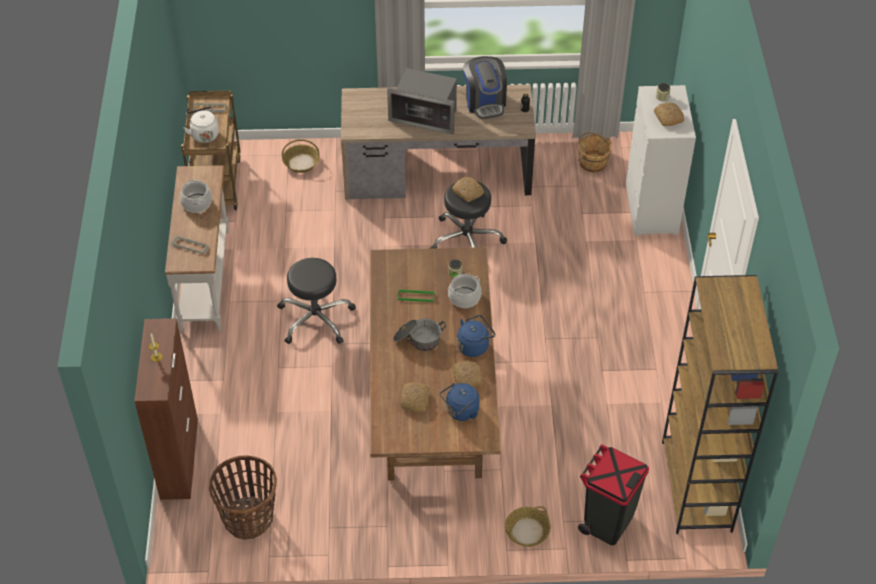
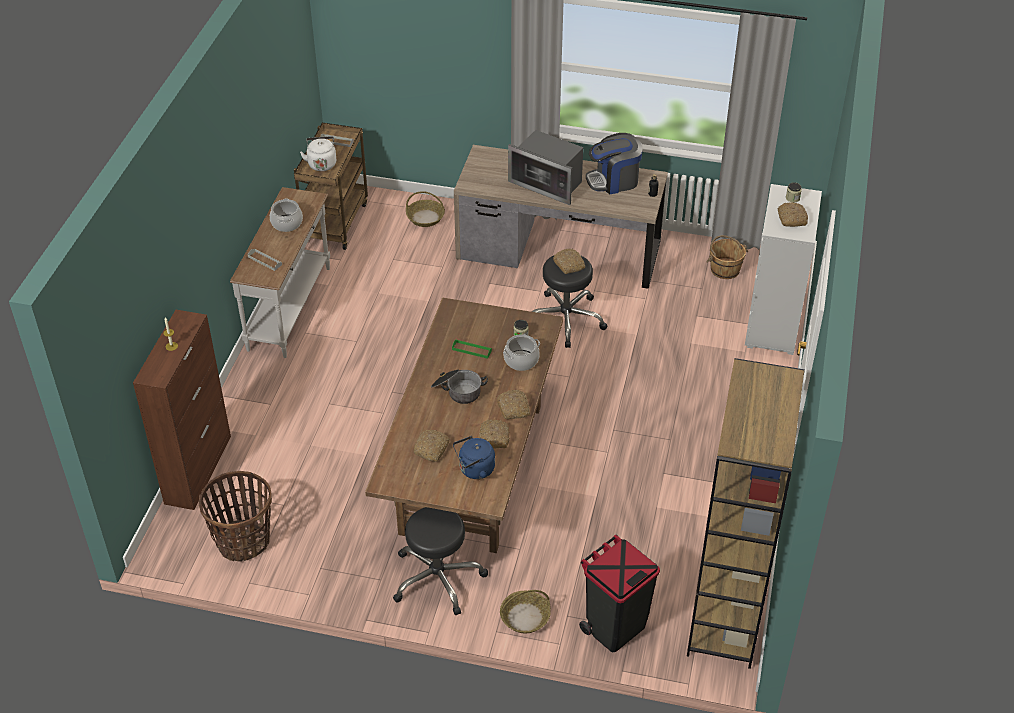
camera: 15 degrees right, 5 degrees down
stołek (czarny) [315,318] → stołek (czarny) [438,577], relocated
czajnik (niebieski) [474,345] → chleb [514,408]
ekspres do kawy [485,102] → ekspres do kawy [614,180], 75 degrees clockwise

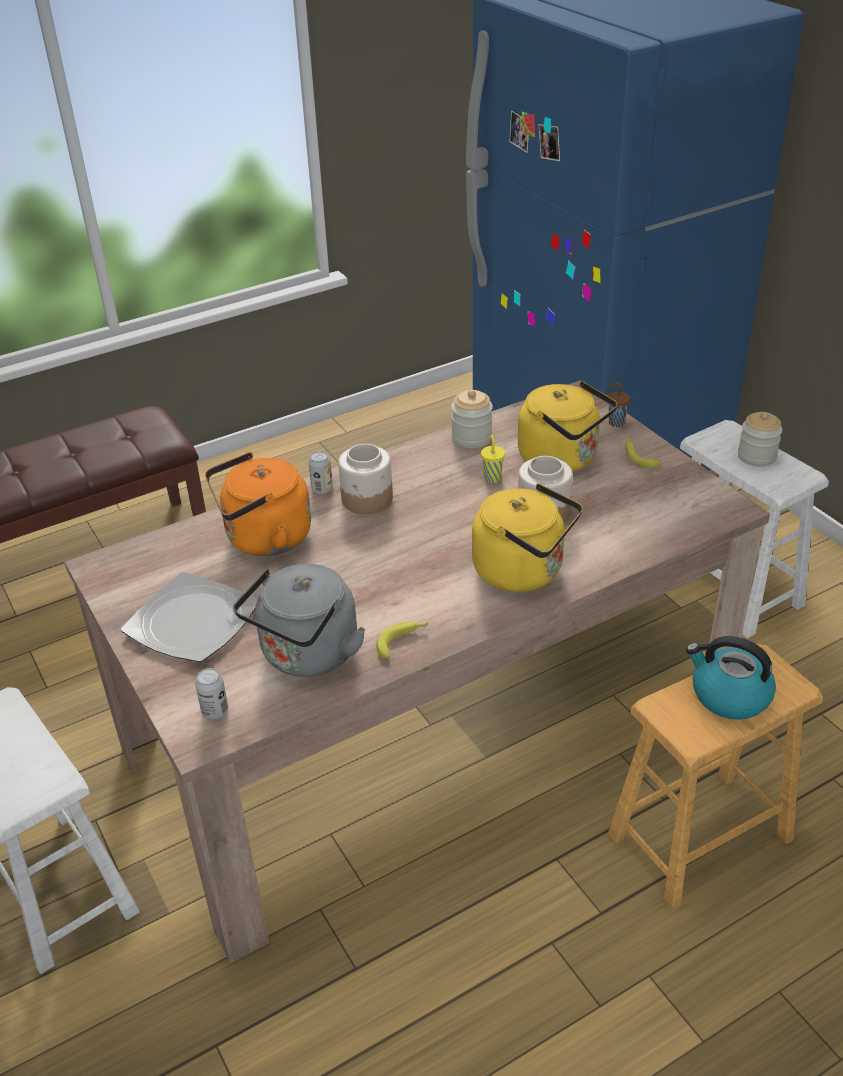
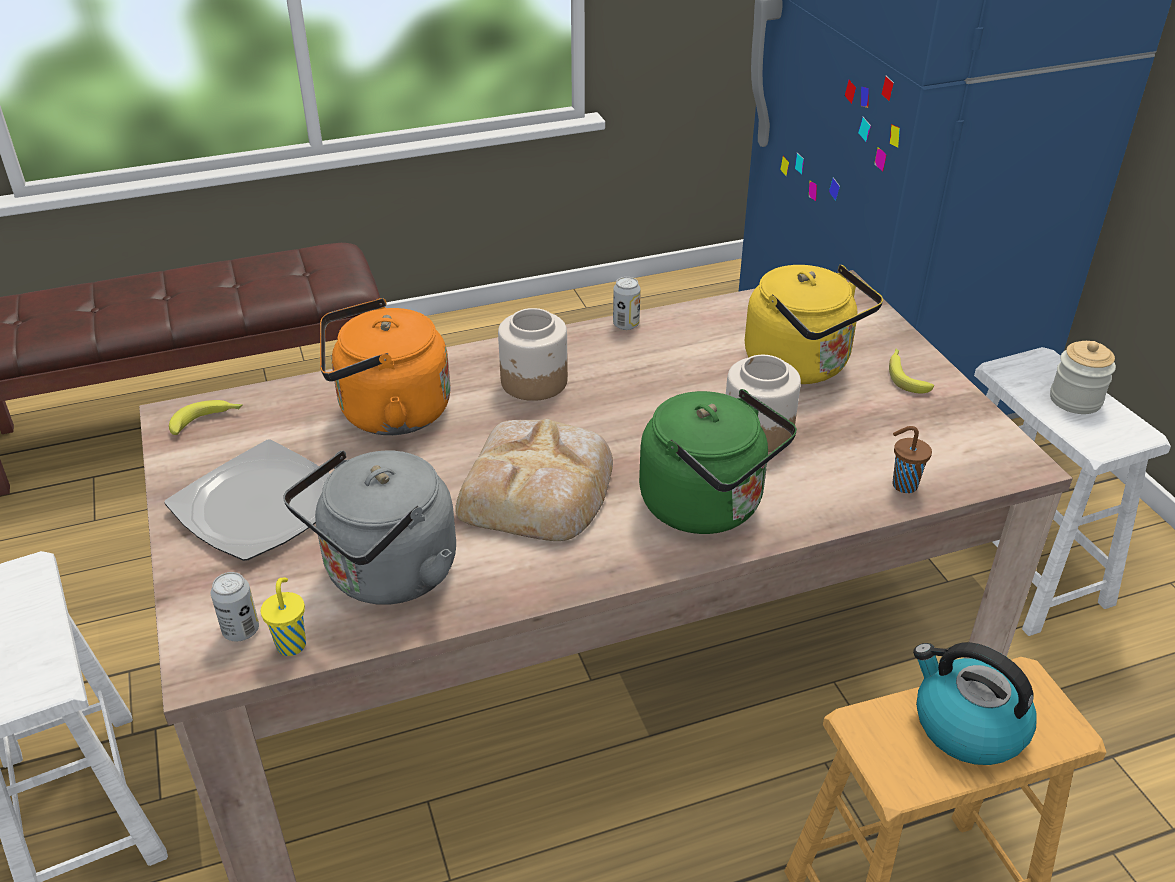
camera: 10 degrees right, 0 degrees up
puszka [322,489] → puszka [626,324], relocated
banan [402,641] → banan [207,421], relocated
słoik [471,438] → -
czajnik (żółty) [524,572] → czajnik (zielony) [708,506]
filiżanka (żółty) [492,478] → filiżanka (żółty) [292,644], relocated
filiżanka (brązowy) [615,423] → filiżanka (brązowy) [903,485], relocated
- → chleb [538,488]

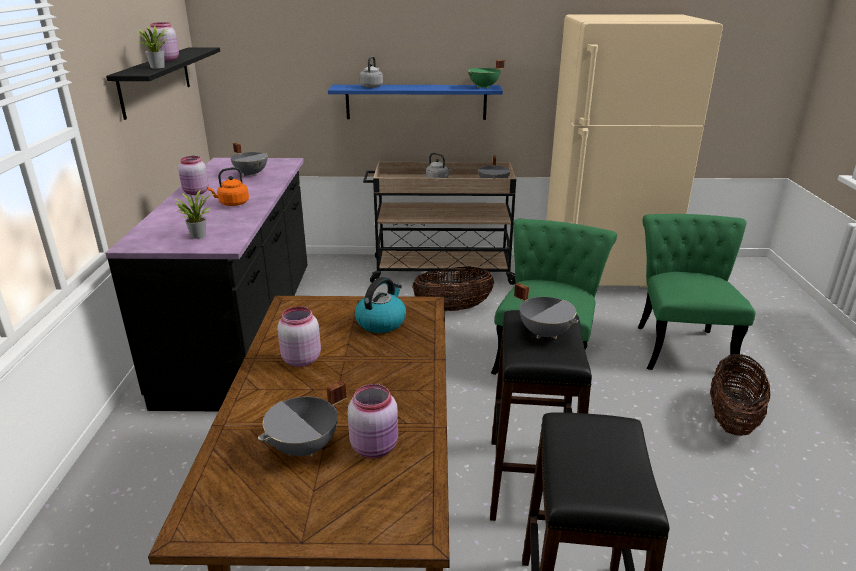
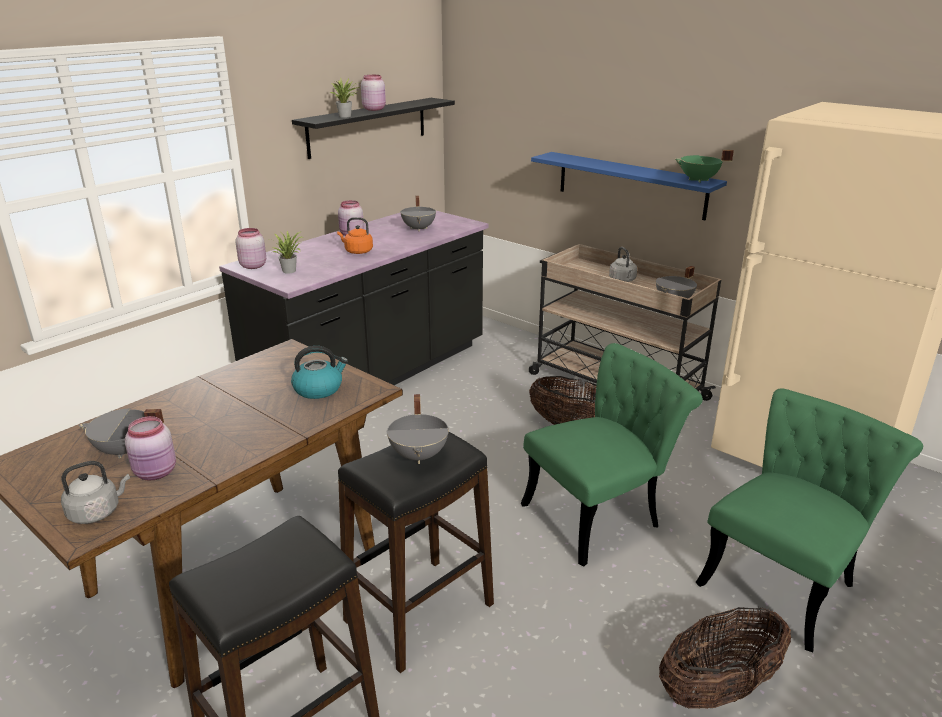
camera: 40 degrees right, 0 degrees up
słoik (różowy) [300,359] → słoik (różowy) [252,266], relocated
czajnik (szary) [372,86] → czajnik (szary) [97,512], relocated

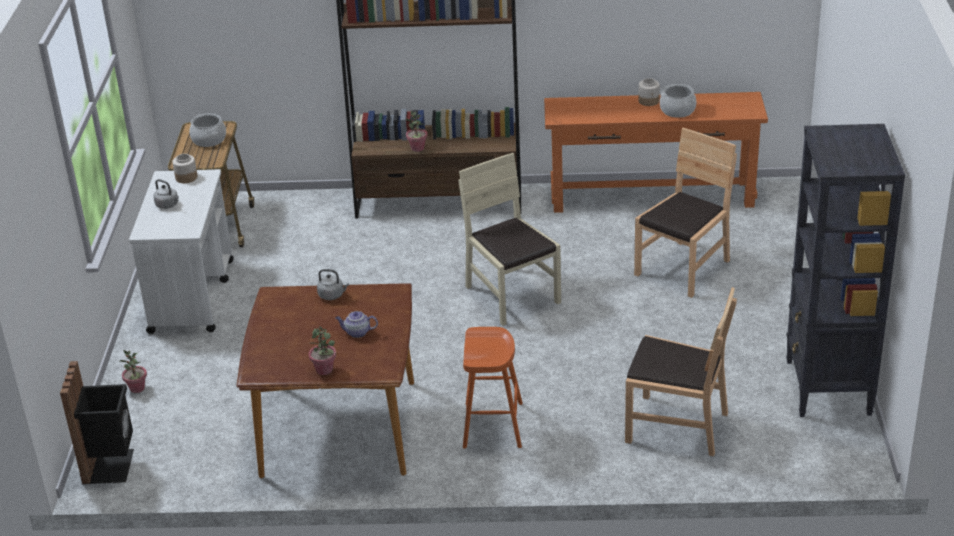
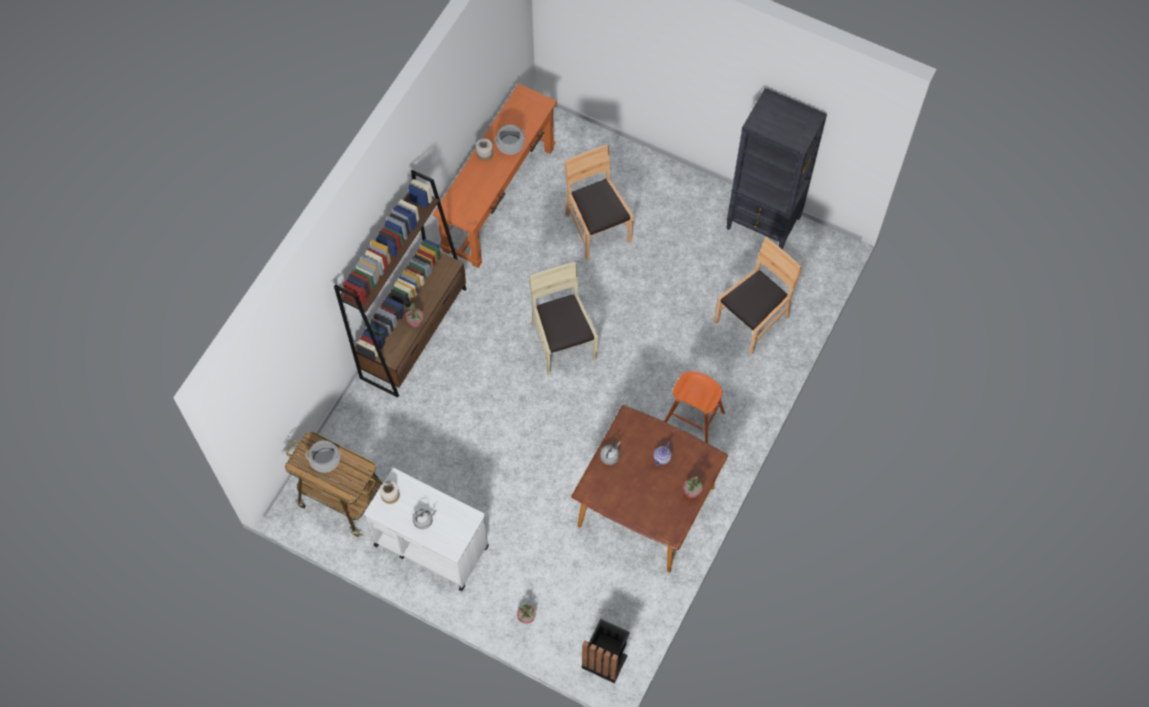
camera: 65 degrees left, 30 degrees up
krzesło (beżowy) [511,295] → krzesło (beżowy) [563,342], 75 degrees clockwise

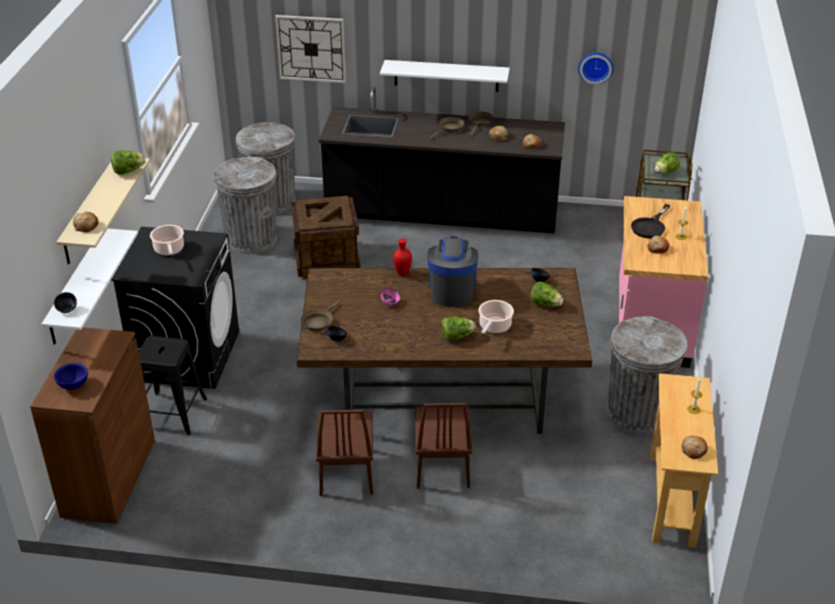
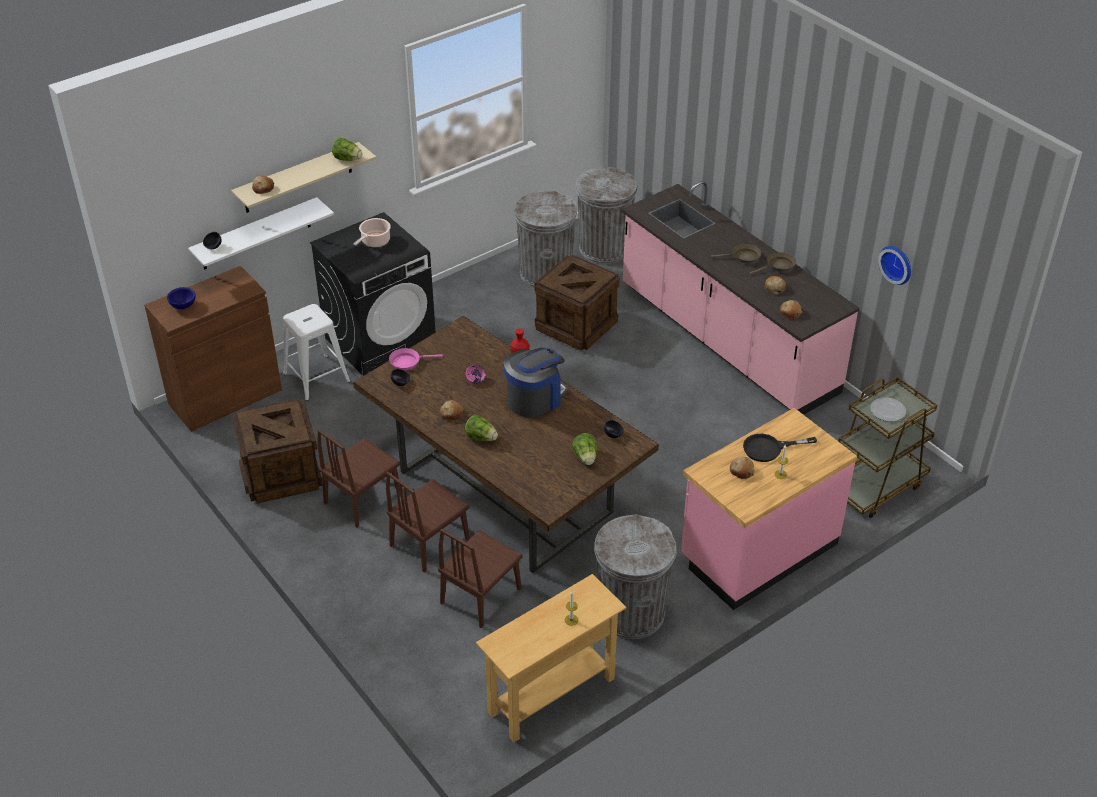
camera: 45 degrees right, 5 degrees up
stołek (czarny) [172,413] → stołek (biały) [316,377]
zegar ścienny [311,48] → -
patelnia (brązowy) [318,322] → patelnia (różowy) [407,362]
zabudowa kuchenna (czarny) [442,214] → zabudowa kuchenna (różowy) [726,340]
półka (biały) [446,76] → -
garnek [494,327] → -
sałata [665,172] → talerz [888,411]
chleb [693,450] → chleb [451,414], relocated
- → skrzynka [280,474]
- → krzesło (brązowy) [481,595]

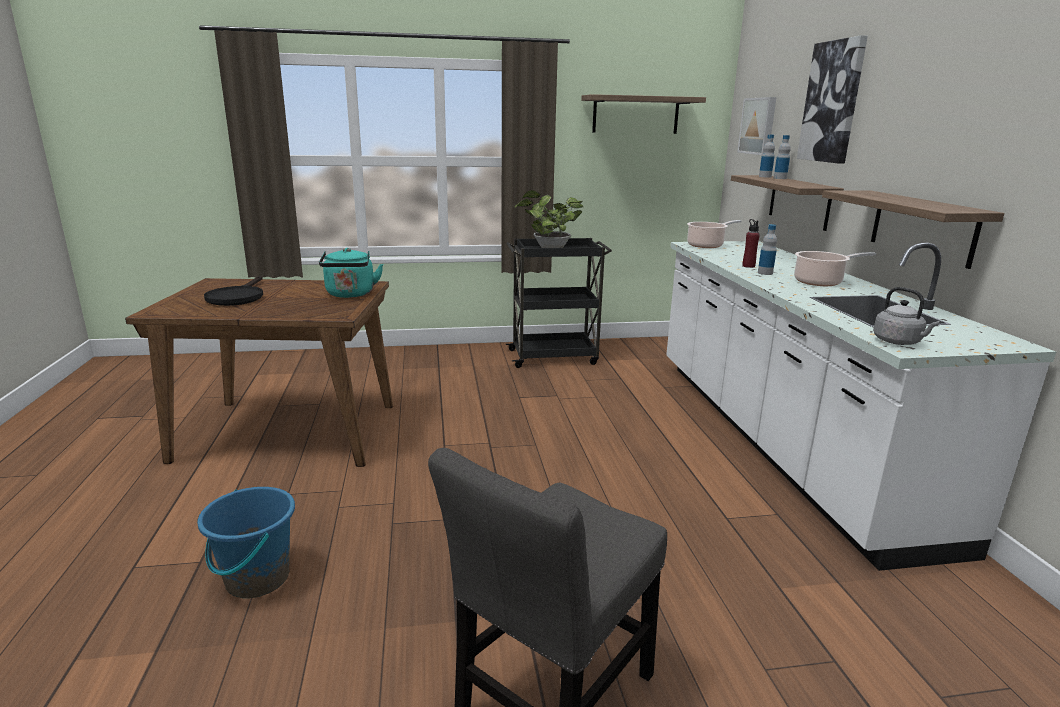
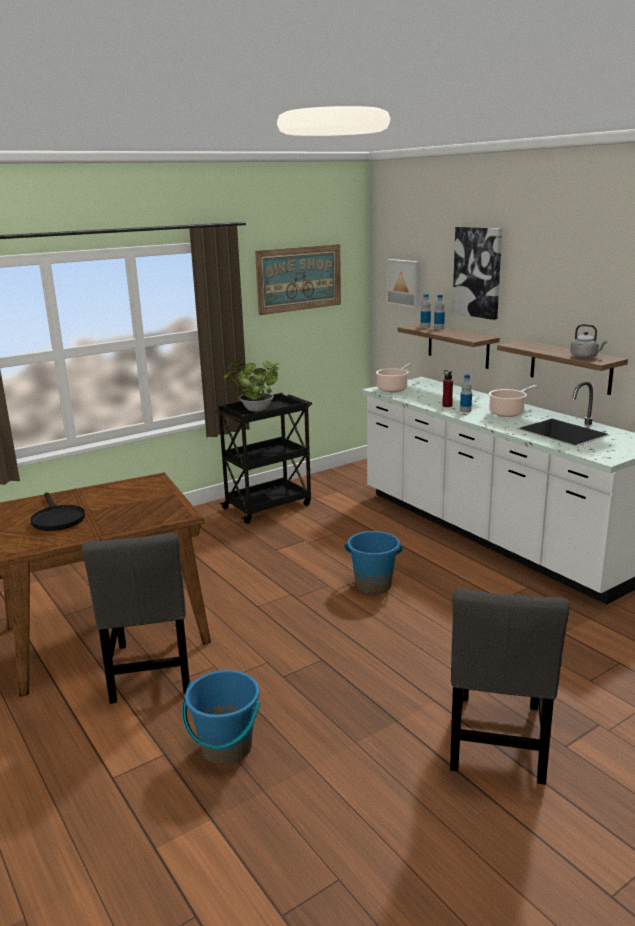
camera: 25 degrees left, 0 degrees up
czajnik (turkusowy) [350,295] → -
półka [635,115] → obraz [299,278]
czajnik (szary) [899,342] → czajnik (szary) [585,357], relocated
- → krzesło (szary) [151,672]
- → wiadro (niebieski) [373,585]

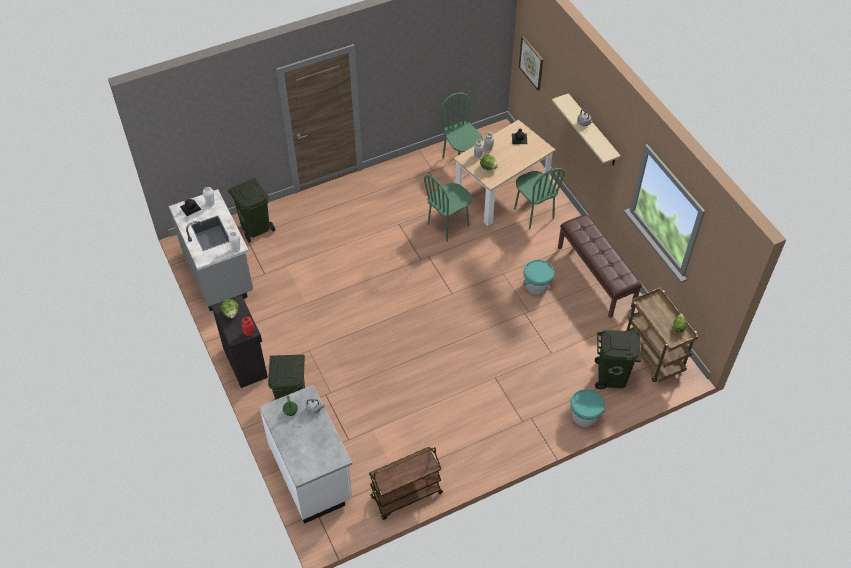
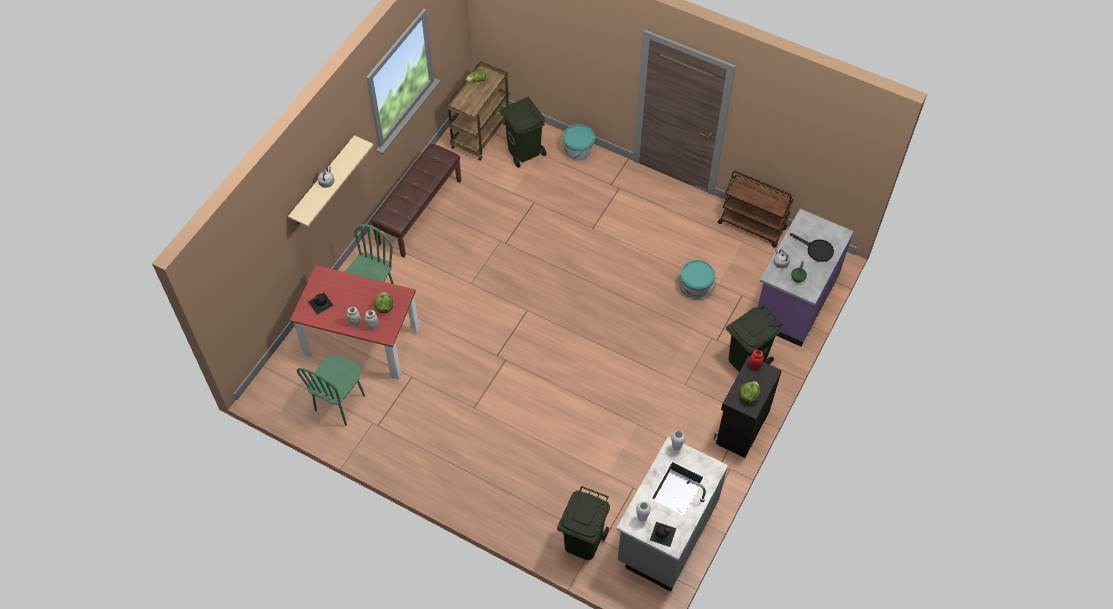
camera: 125 degrees left, 5 degrees up
zabudowa kuchenna (biały) [312,473] → zabudowa kuchenna (fioletowy) [794,300]
krzesło (zielony) [448,225] → -
stół jadalny (beżowy) [501,192] → stół jadalny (czerwony) [362,341]
obraz [531,63] → -
wiadro (turkusowy) [537,285] → wiadro (turkusowy) [695,288], relocated
- → patelnia (czarny) [816,250]

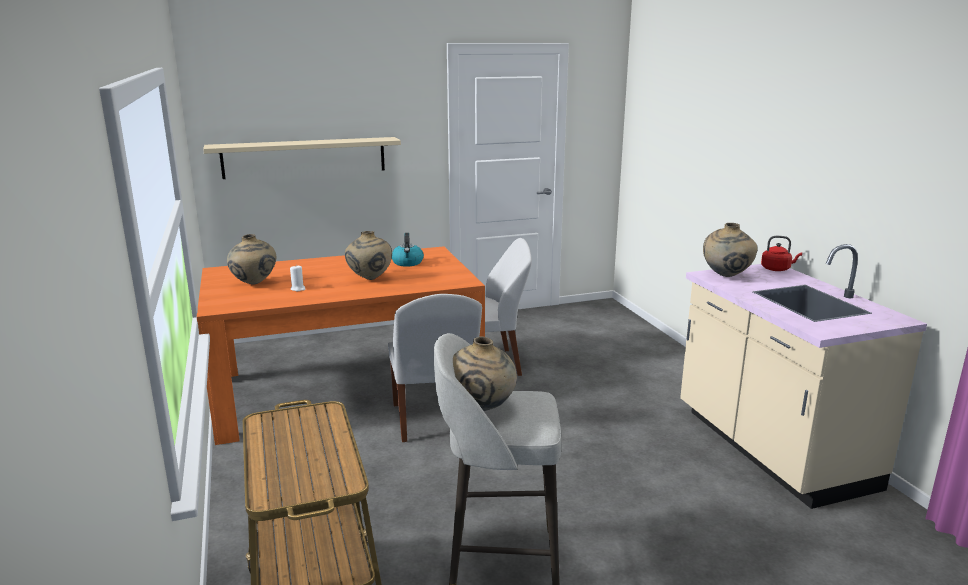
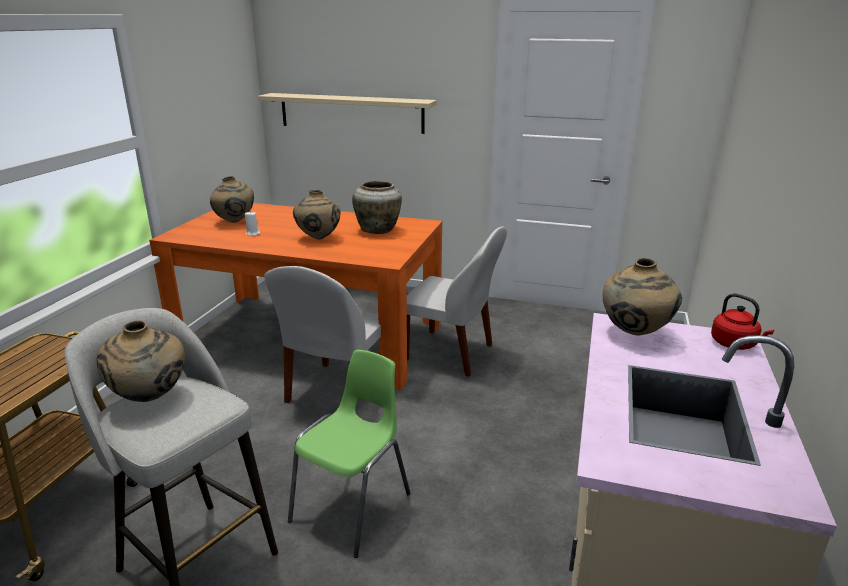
camera: 35 degrees right, 5 degrees up
czajnik [407,263] → wazon (beżowy) [378,230]
- → krzesło (zielony) [353,507]

